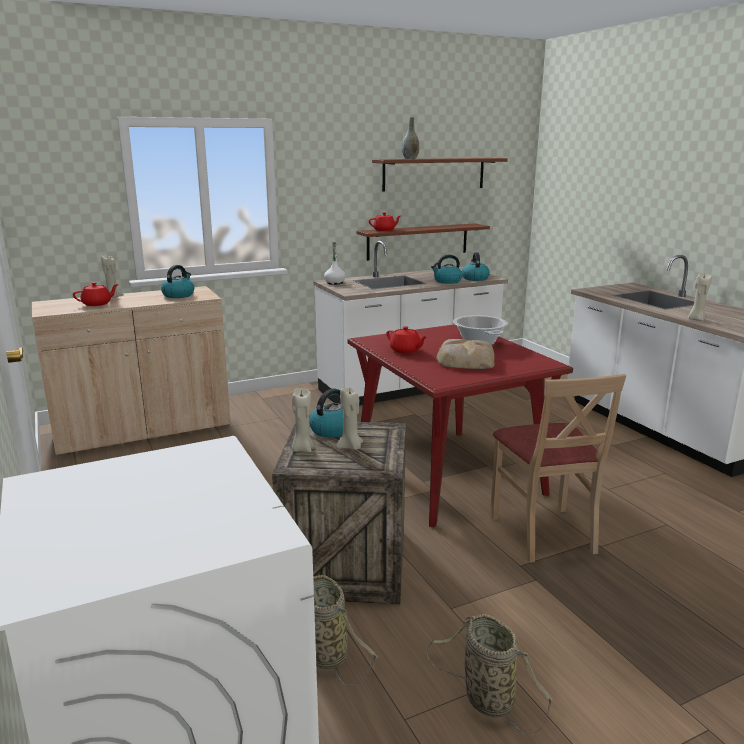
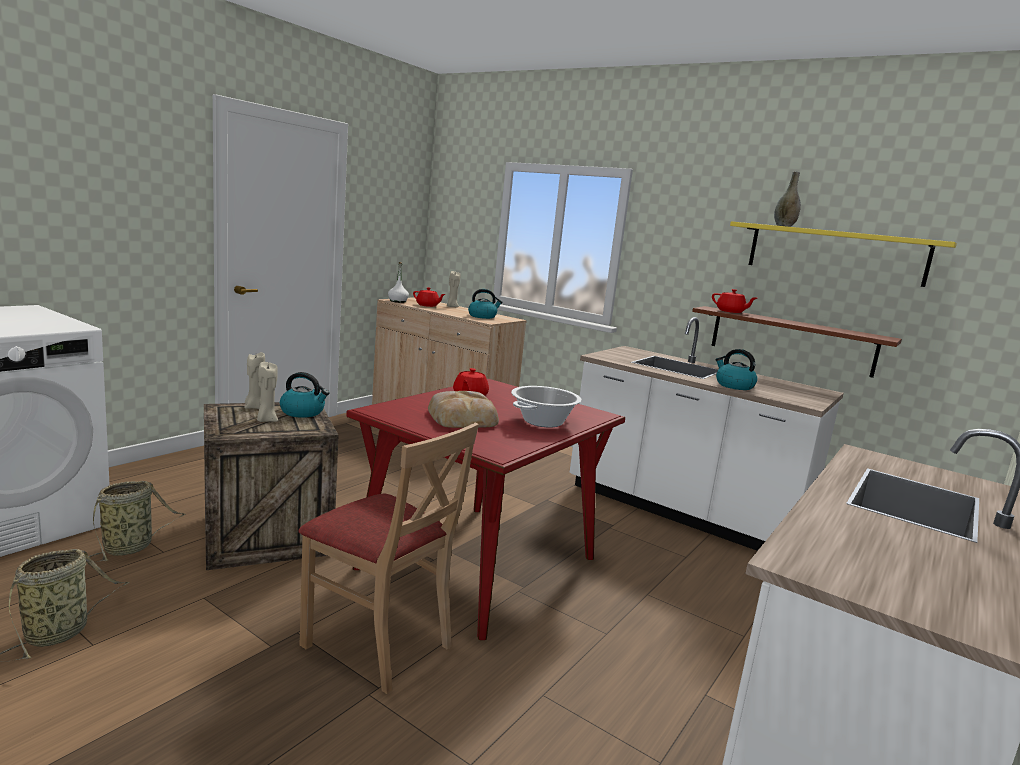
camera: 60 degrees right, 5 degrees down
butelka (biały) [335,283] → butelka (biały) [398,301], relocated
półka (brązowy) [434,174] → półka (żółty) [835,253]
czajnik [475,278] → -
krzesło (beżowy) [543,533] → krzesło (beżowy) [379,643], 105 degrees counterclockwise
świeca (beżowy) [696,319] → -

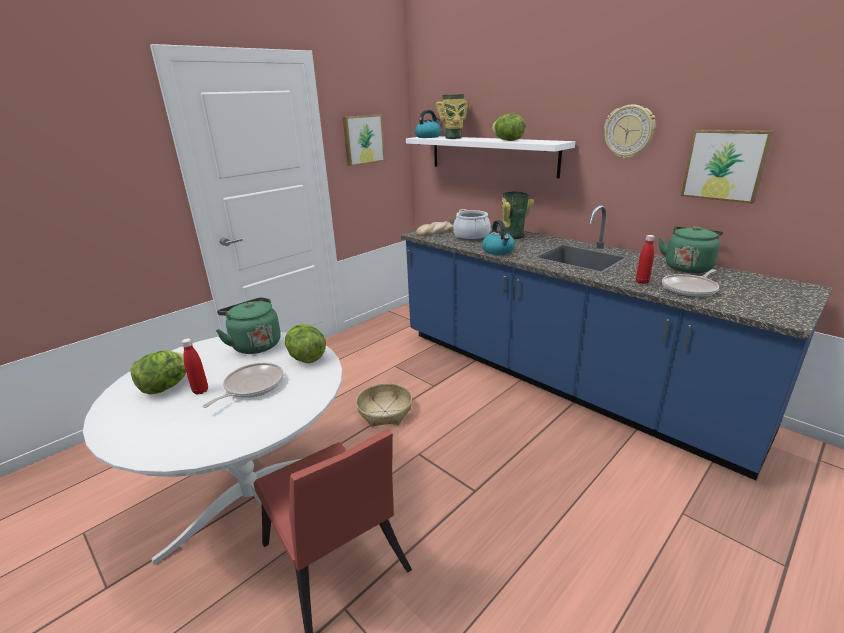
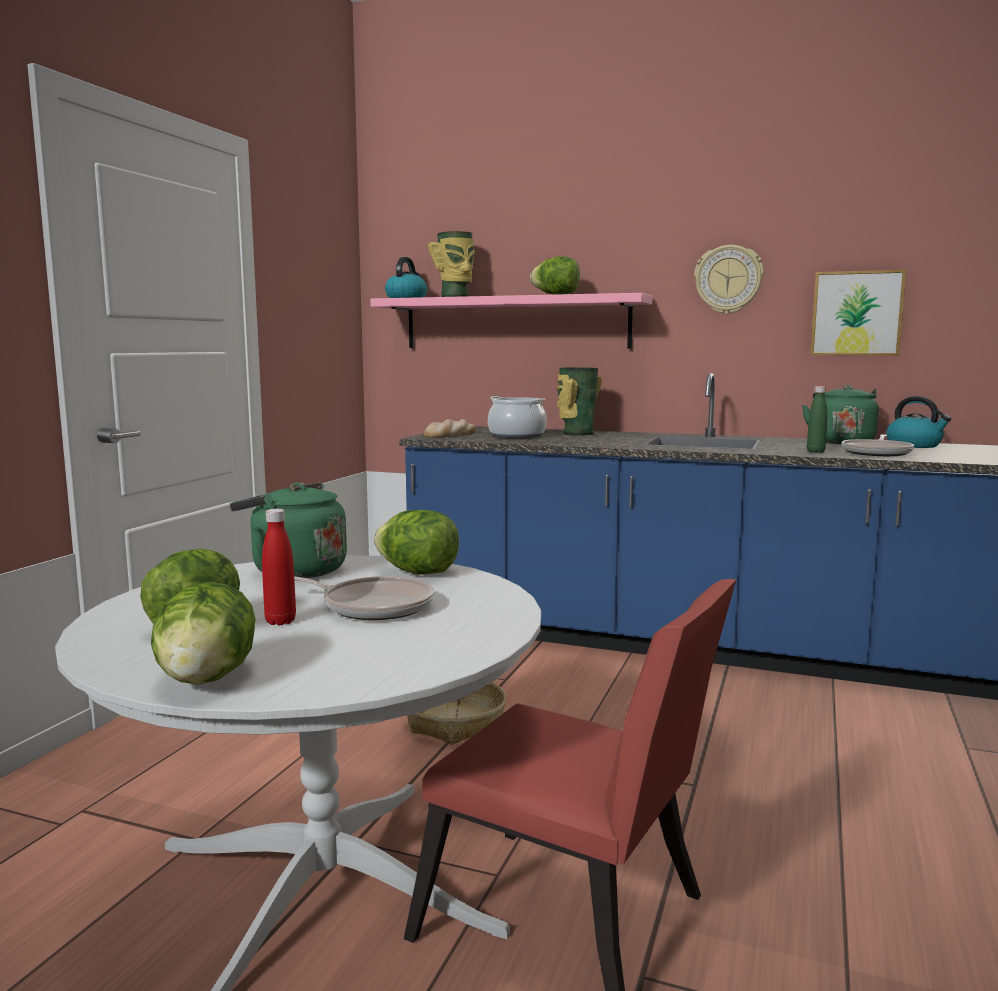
camera: 25 degrees left, 15 degrees down
patelnia [251,386] → patelnia [373,606], 105 degrees clockwise
obraz [362,139] → -
półka (biały) [491,155] → półka (różowy) [515,323]
czajnik [498,251] → czajnik [915,445], relocated
butelka (czerwony) [642,282] → butelka (zielony) [815,451]
- → sałata [207,679]

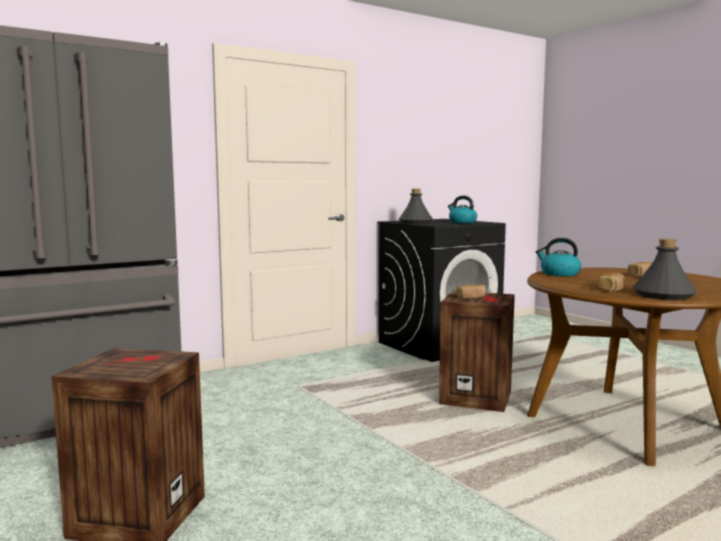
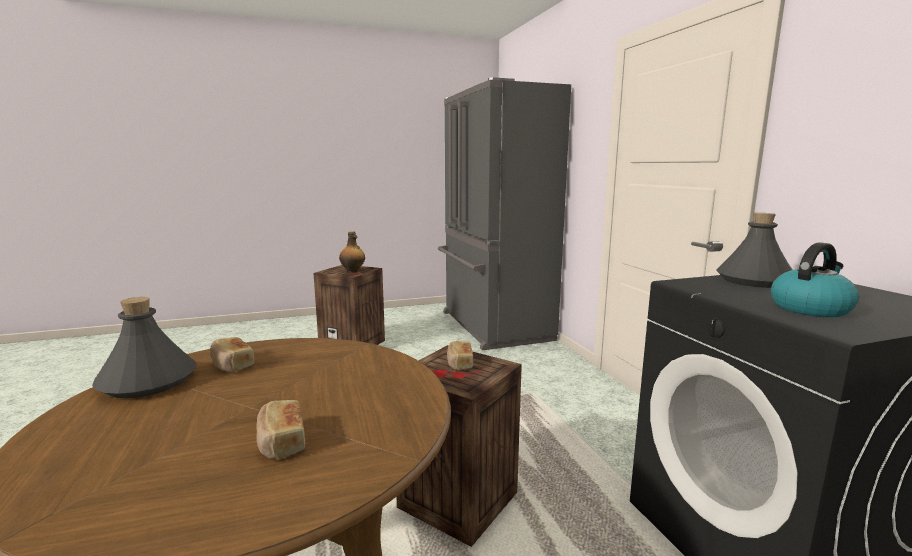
camera: 105 degrees right, 5 degrees up
czajnik [559,274] → -
- → butelka [353,271]

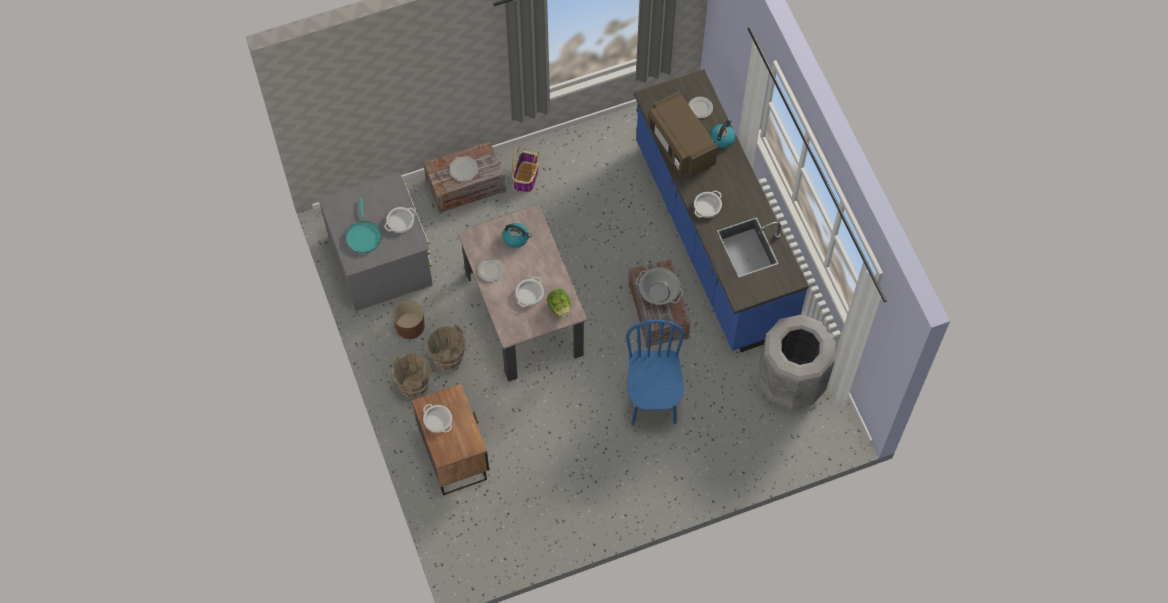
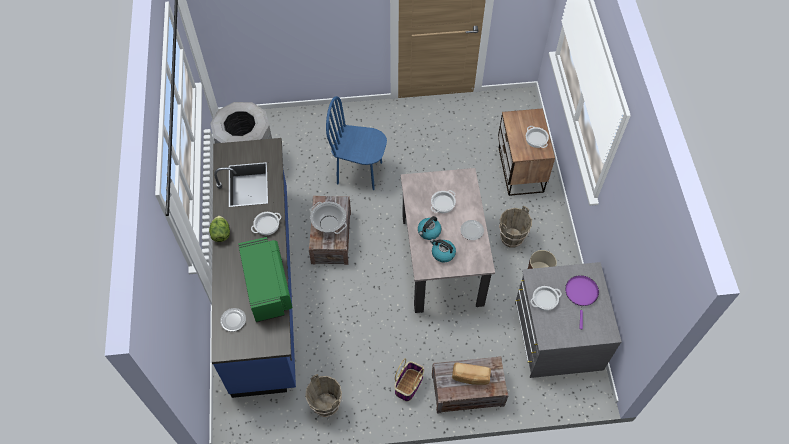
camera: 165 degrees left, 5 degrees down
patelnia (turkusowy) [363,235] → patelnia (fioletowy) [581,294]
wiadro (brązowy) [415,386] → wiadro (brązowy) [326,405], relocated
talerz [463,169] → chleb [470,377]
sałata [559,307] → sałata [221,234], relocated
krzesło (niebieski) [652,402] → krzesło (niebieski) [359,172], 90 degrees clockwise
mikrofalówka (brązowy) [680,145] → mikrofalówka (zielony) [268,287]
czajnik [722,138] → czajnik [429,232], relocated

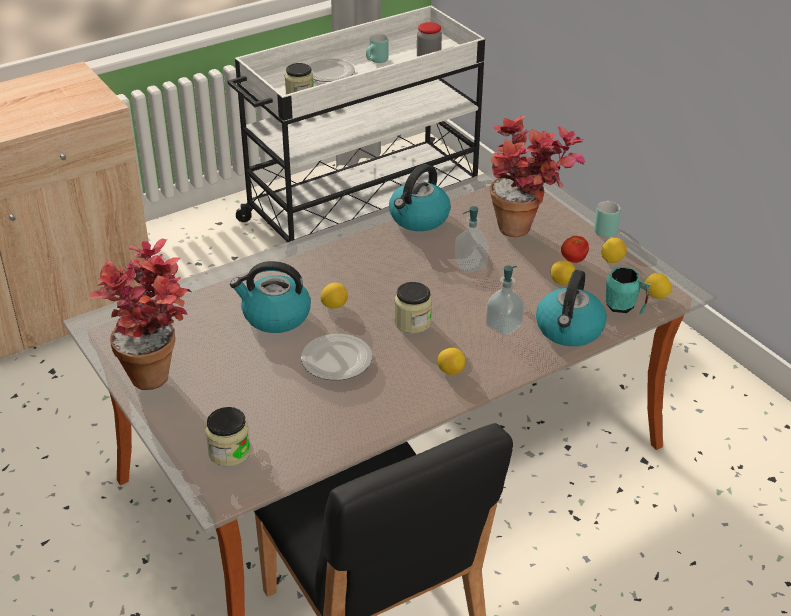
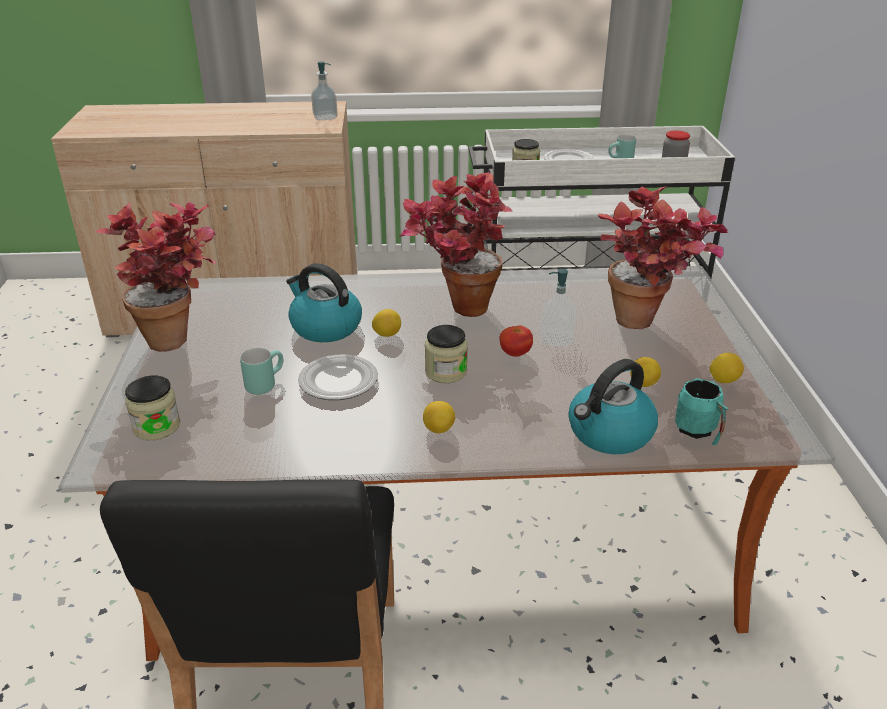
camera: 30 degrees right, 5 degrees down
czajnik [418,219] → -
dozownik mydła [503,326] → dozownik mydła [325,117], relocated
pomidor [573,260] → pomidor [515,354], relocated
kubek (turkusowy) [603,228] → kubek (turkusowy) [264,383], relocated
cytryna [656,296] → -
- → roślina doniczkowa [456,309]

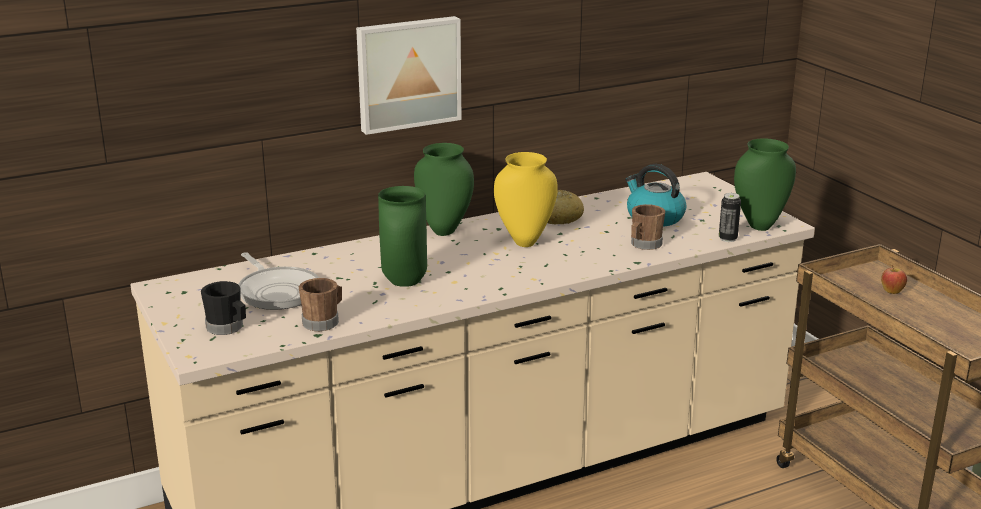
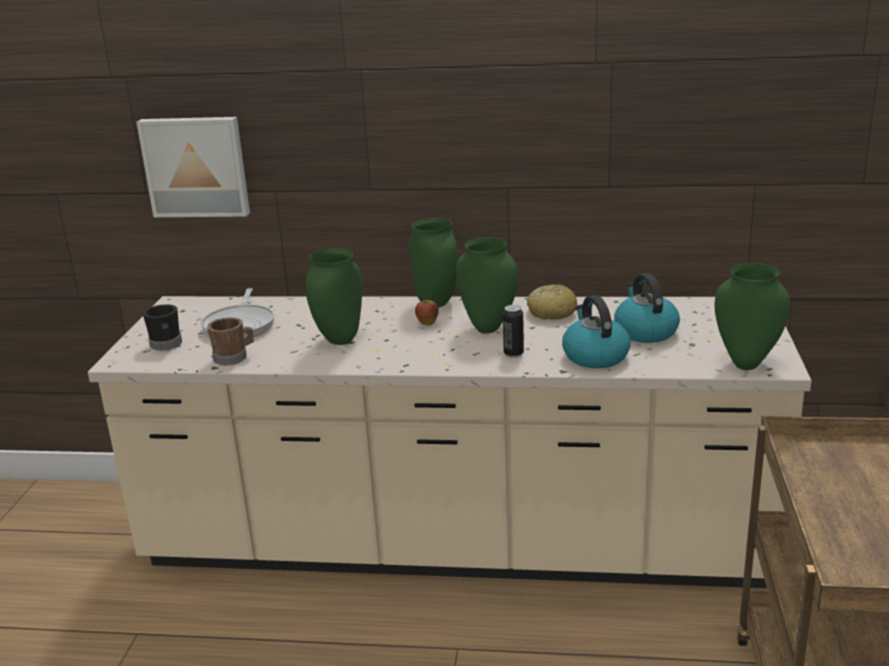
camera: 35 degrees right, 0 degrees up
obraz [407,73] → obraz [196,166], relocated
wazon (żółty) [525,241] → wazon (zielony) [489,328]
kubek (brązowy) [644,245] → czajnik [594,356]
puszka [727,239] → puszka [513,354], relocated
jabłko [891,292] → jabłko [427,324], relocated

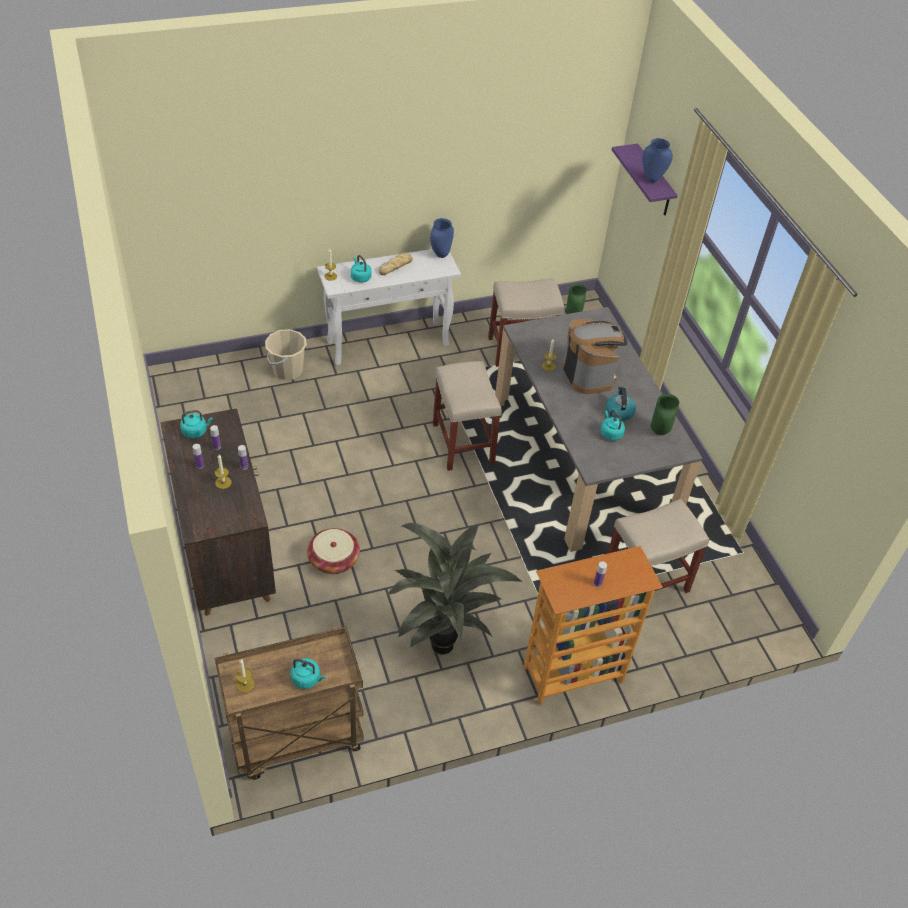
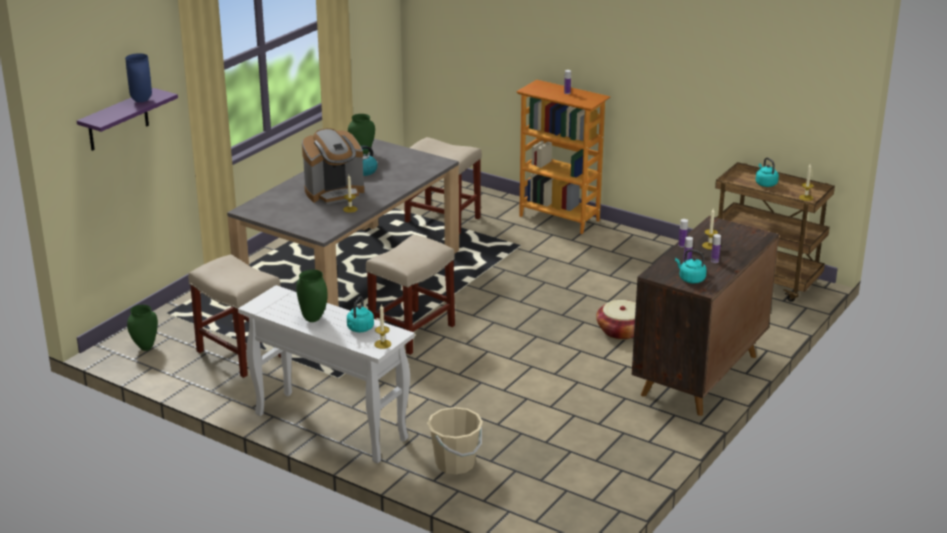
camera: 125 degrees left, 20 degrees down
chleb [396,266] → wazon (zielony) [312,319]
roślina doniczkowa [442,649] → -
wazon (niebieski) [440,254] → -
ekspres do kawy [589,374] → ekspres do kawy [334,193], 150 degrees counterclockwise
czajnik (turkusowy) [610,433] → -

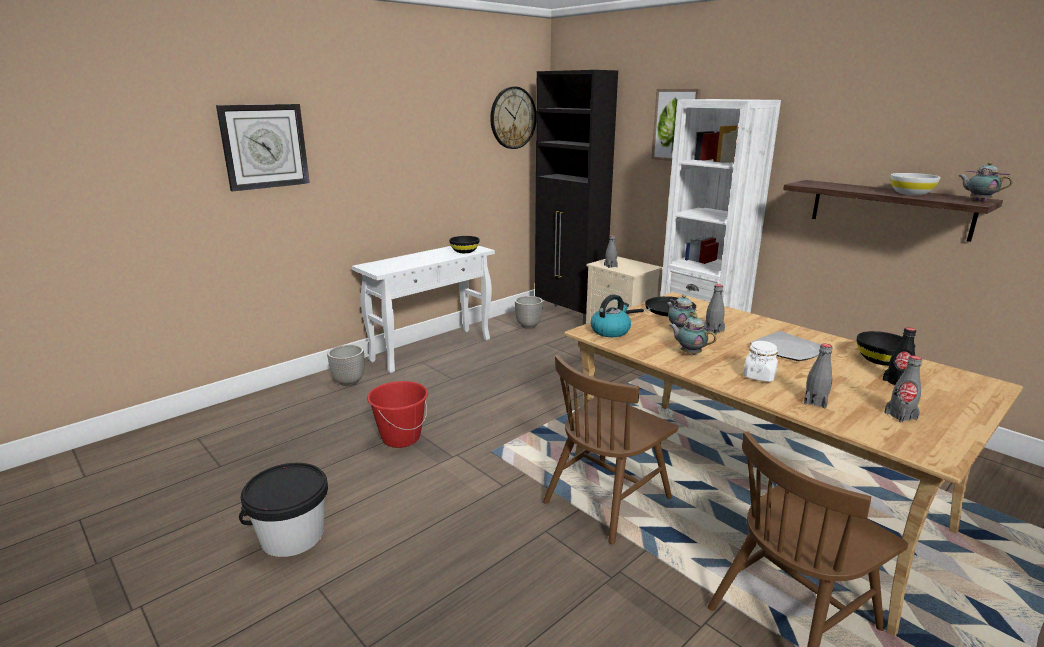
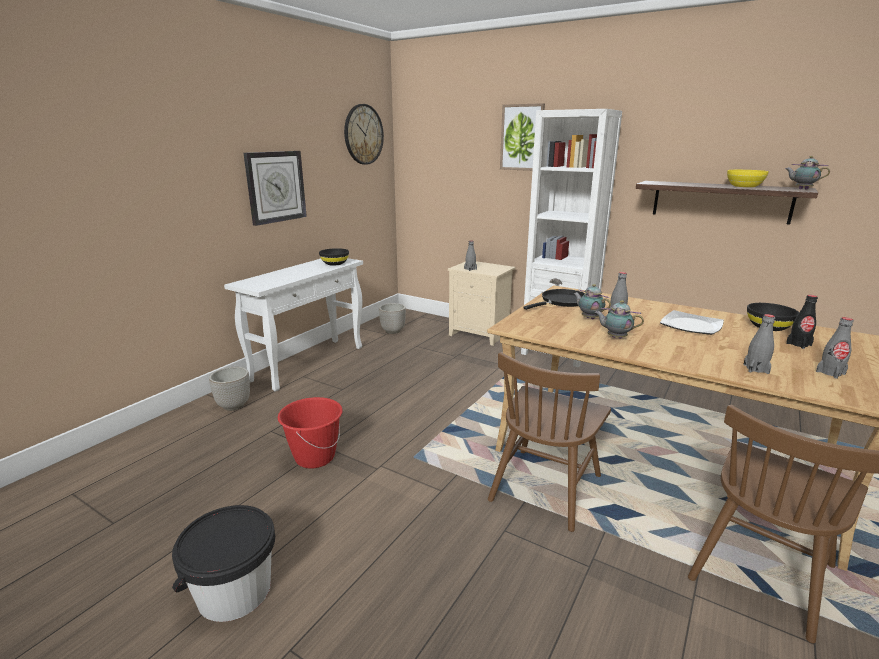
camera: 15 degrees left, 0 degrees up
zegar ścienny [264,146] → zegar ścienny [275,187], relocated
szafka (czarny) [569,316] → -
czajnik [610,331] → -
słoik (biały) [759,376] → -
miska (biały) [911,193] → miska (żółty) [744,186]

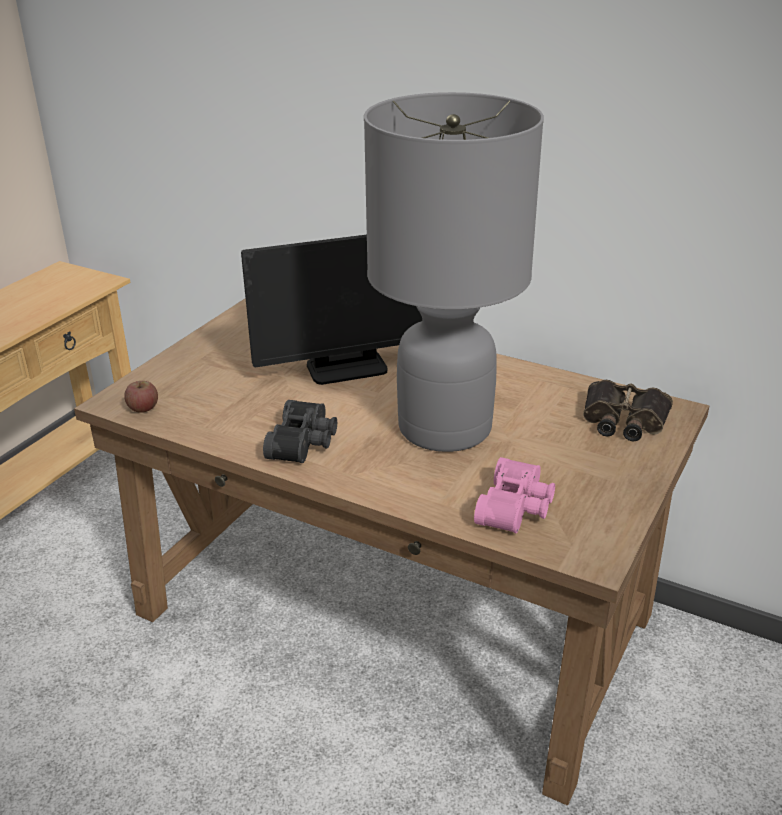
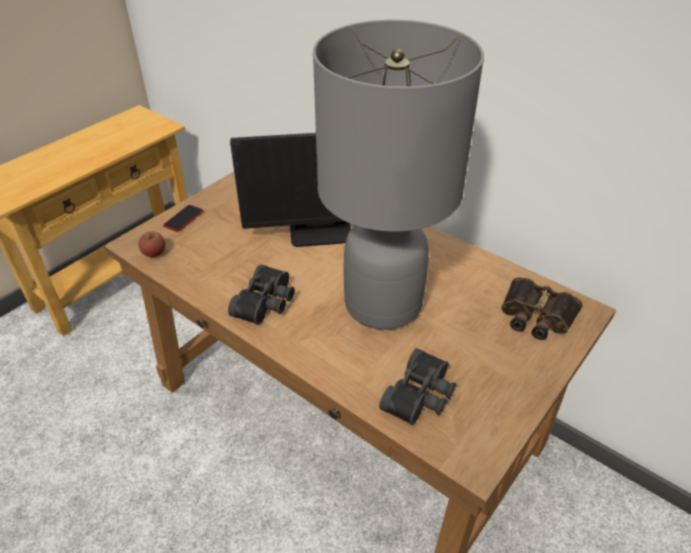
camera: 10 degrees right, 10 degrees up
lornetka (różowy) [517,508] → lornetka (czarny) [421,396]
- → telefon [183,219]

